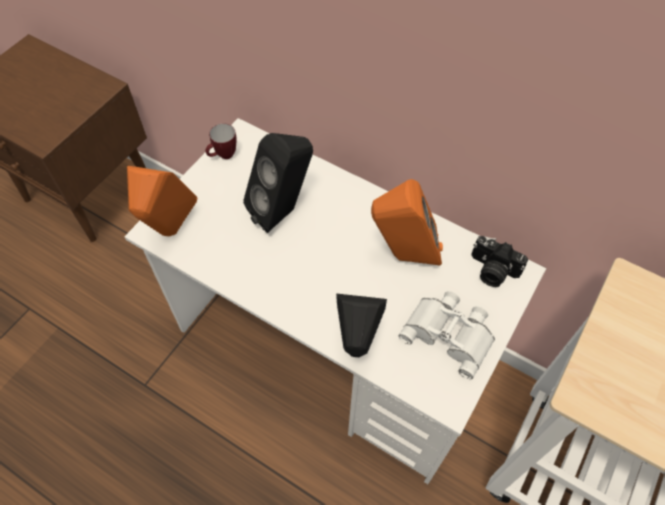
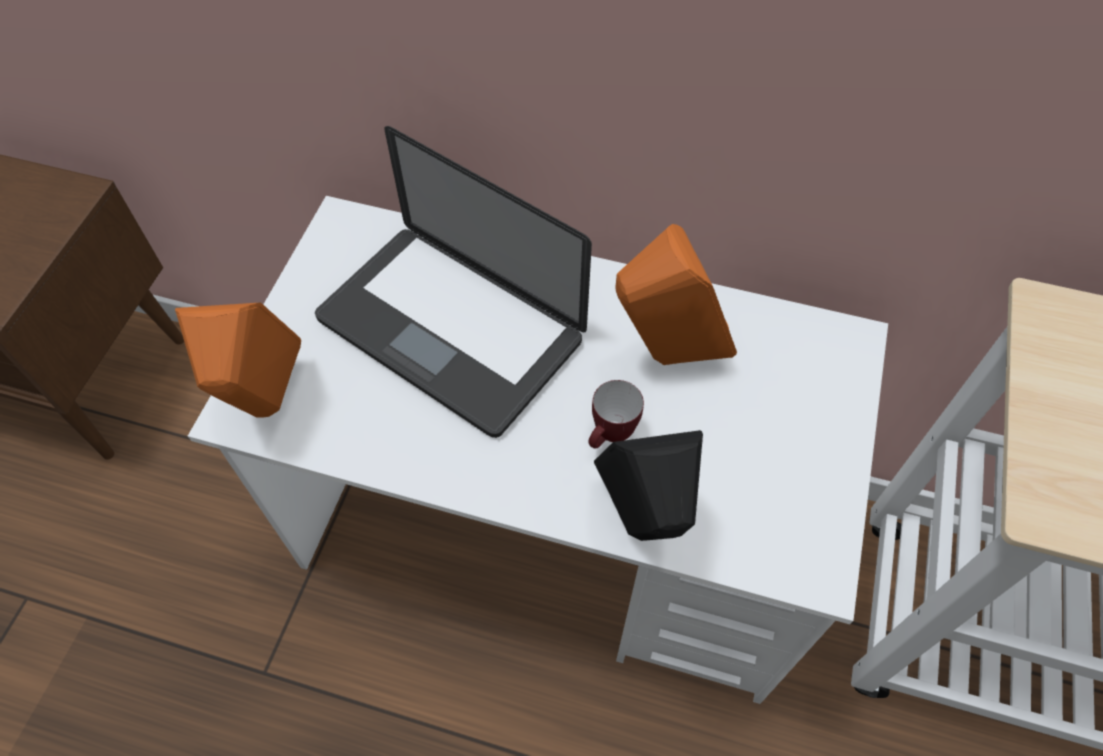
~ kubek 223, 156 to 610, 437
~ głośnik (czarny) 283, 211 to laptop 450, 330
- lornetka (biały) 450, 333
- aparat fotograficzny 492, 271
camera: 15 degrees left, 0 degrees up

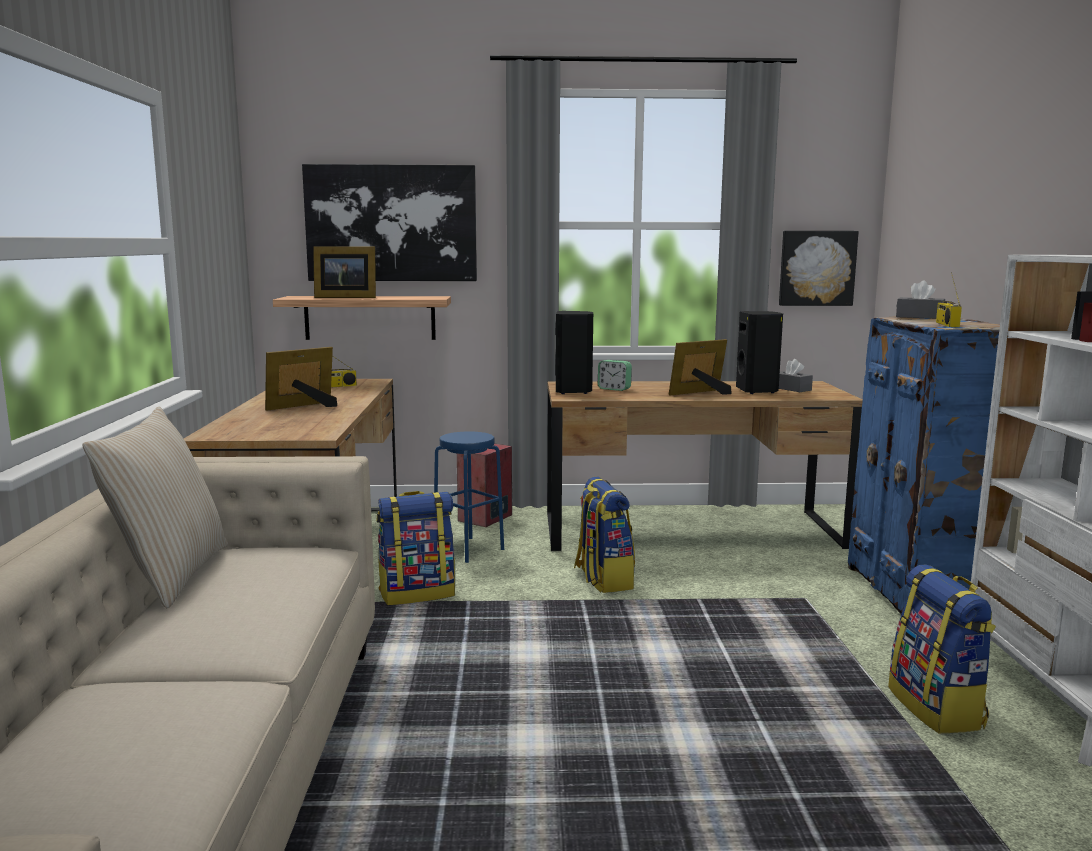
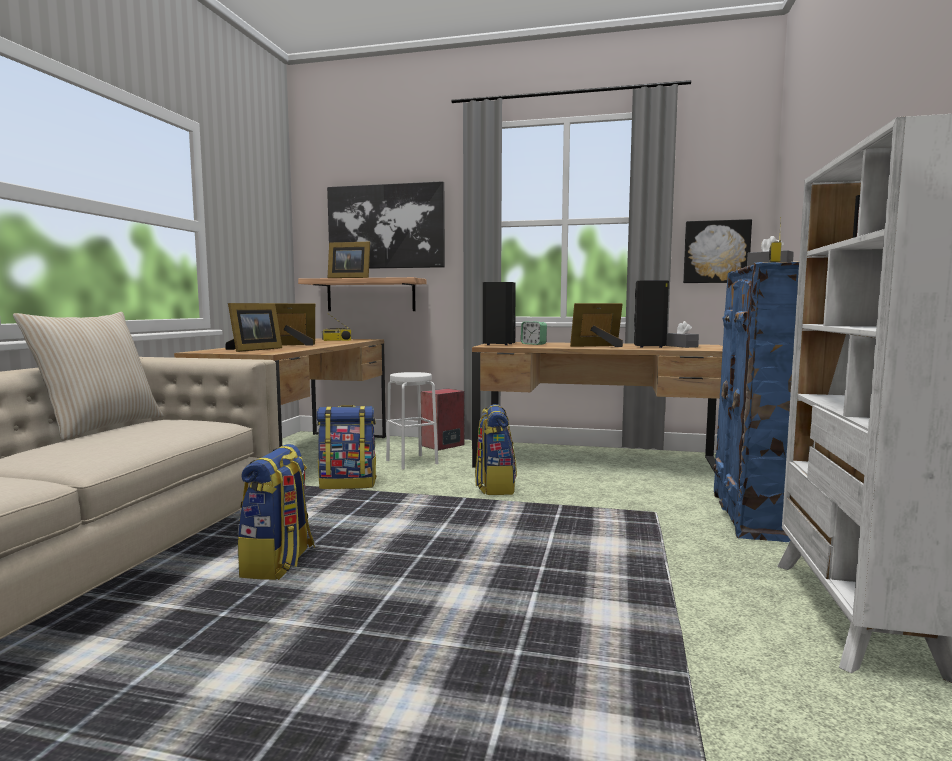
~ stołek (niebieski) 469, 549 to stołek (biały) 412, 462
~ plecak 937, 708 to 279, 563
+ ramka na zdjęcie 253, 349
camera: 15 degrees right, 5 degrees down

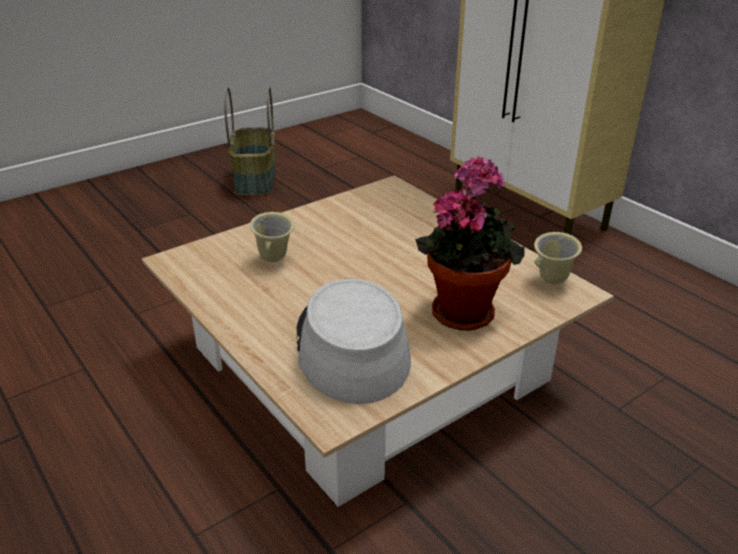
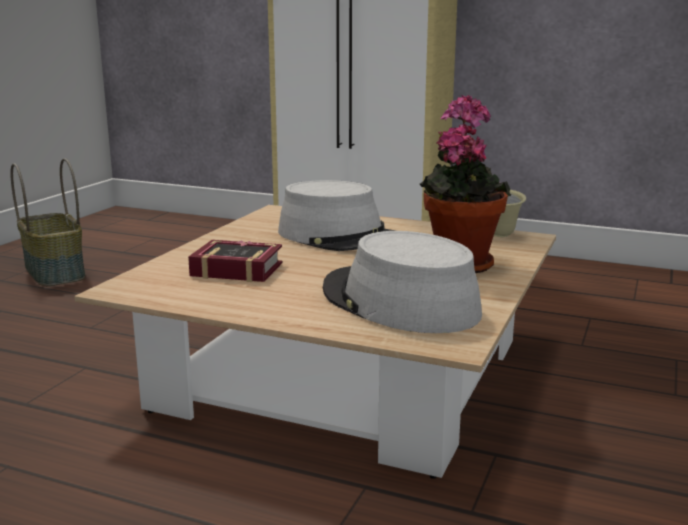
~ kubek (beżowy) 275, 260 to książka 234, 269
+ kapelusz (szary) 339, 236
camera: 30 degrees left, 15 degrees down

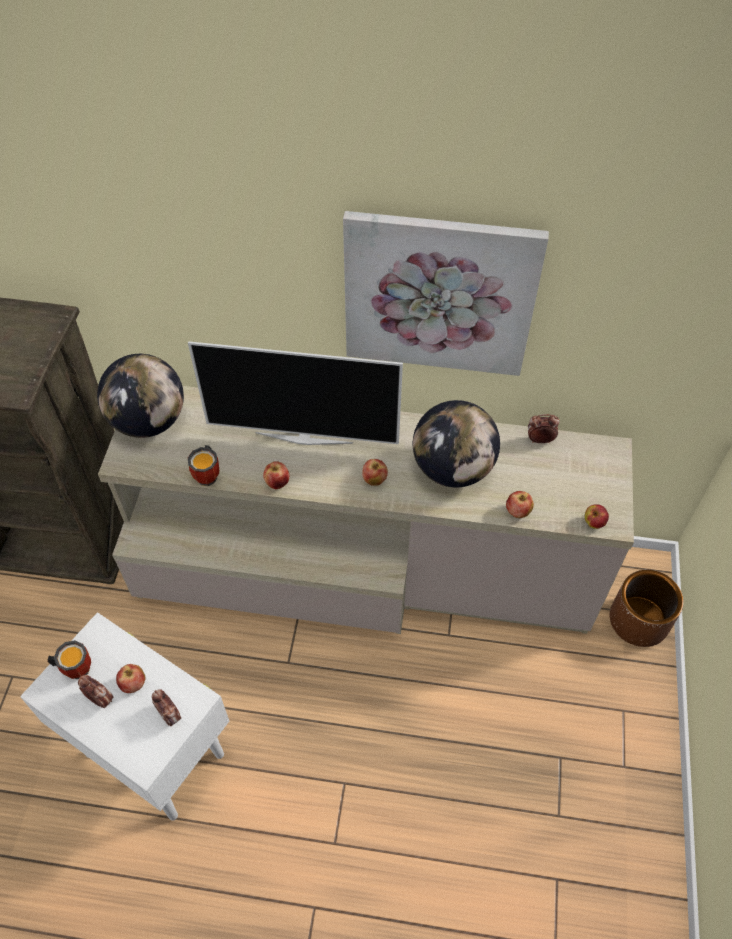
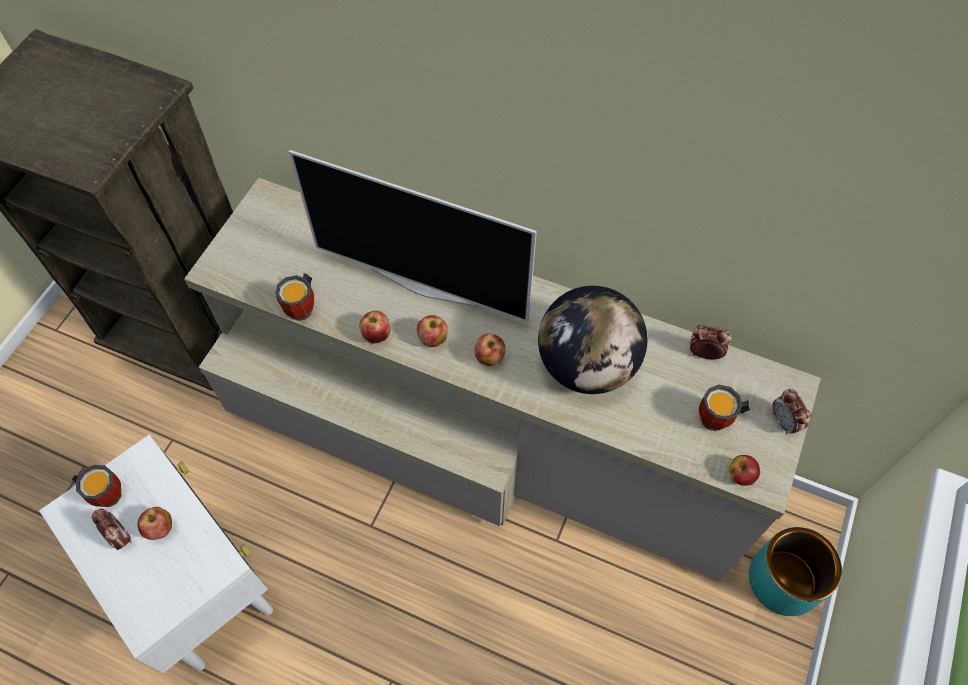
- globus 149, 421
~ budzik 170, 715 to 784, 422
- obraz 439, 293
~ jabłko 517, 512 to 433, 339
~ donica (brązowy) 639, 621 to donica (turkusowy) 784, 581
+ kubek 718, 420
camera: 15 degrees right, 5 degrees up

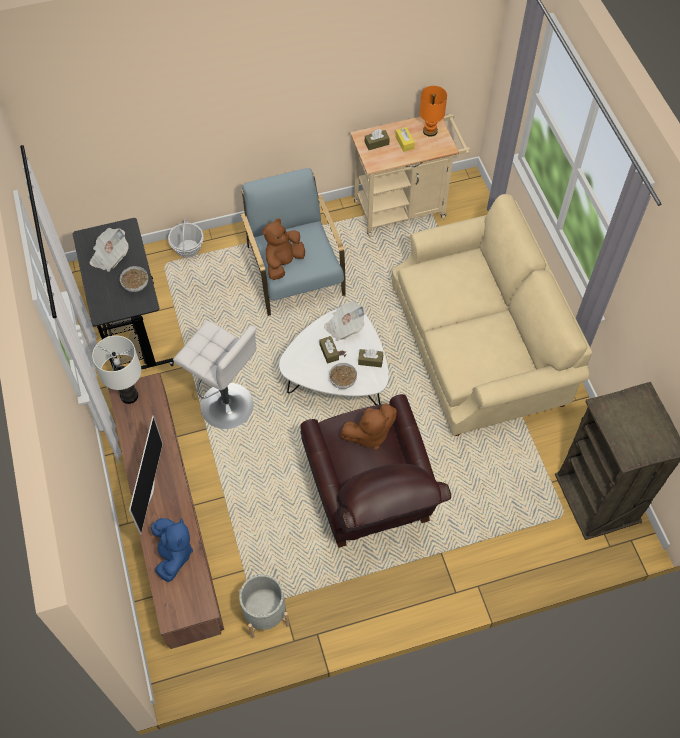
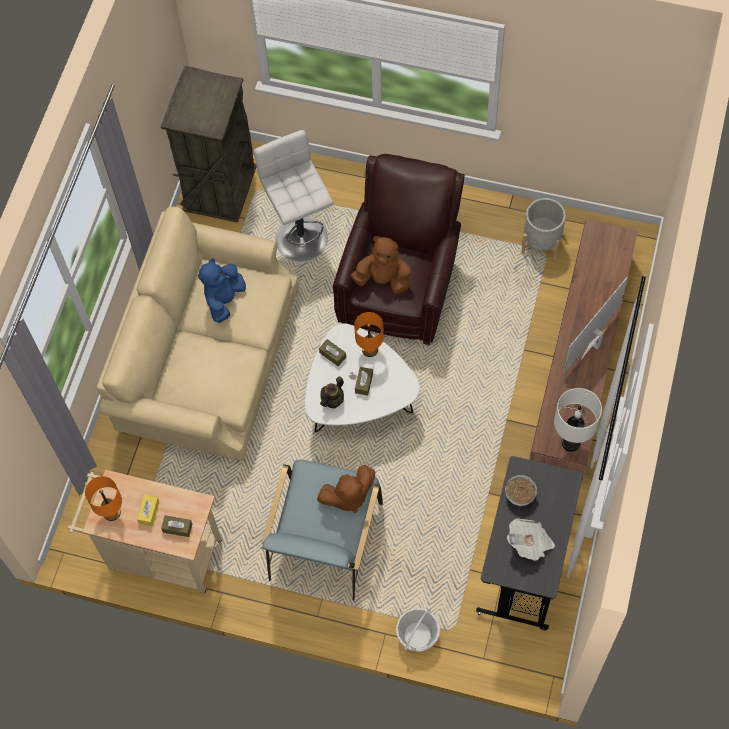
~ pluszak (niebieski) 173, 554 to 224, 299
~ stołek (biały) 227, 406 to 301, 238
~ gazeta 344, 327 to imbryk 333, 400
~ miska 343, 380 to lampa stołowa (pomarańczowy) 369, 349
camera: 145 degrees left, 5 degrees up

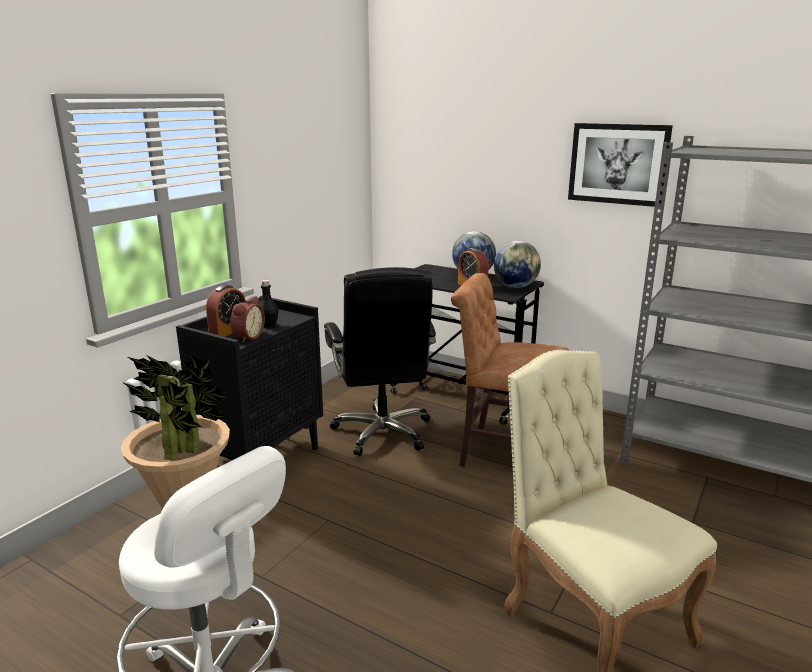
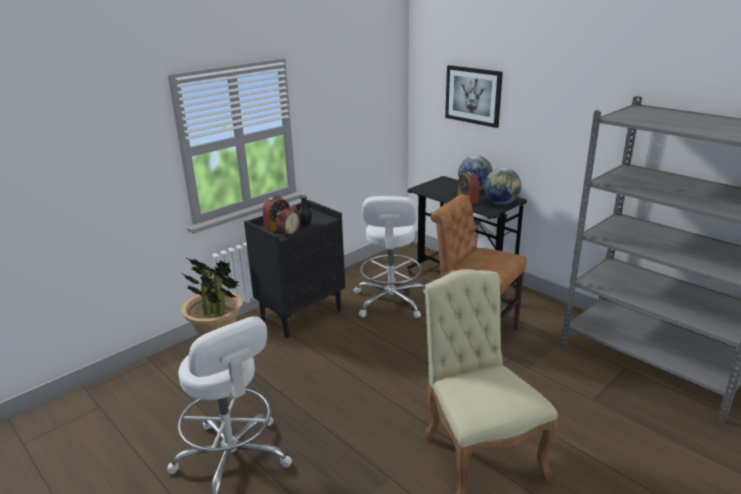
~ krzesło biurowe (czarny) 382, 430 to stołek (biały) 391, 302
~ obraz 618, 164 to 473, 95
camera: 15 degrees right, 5 degrees up

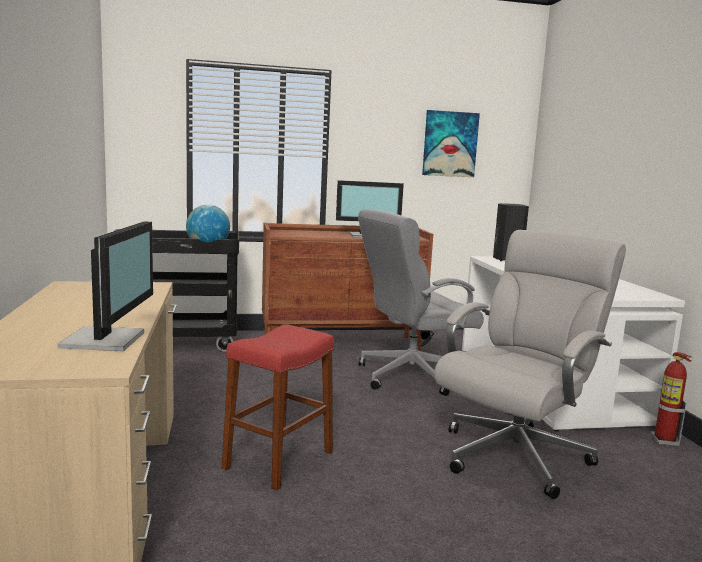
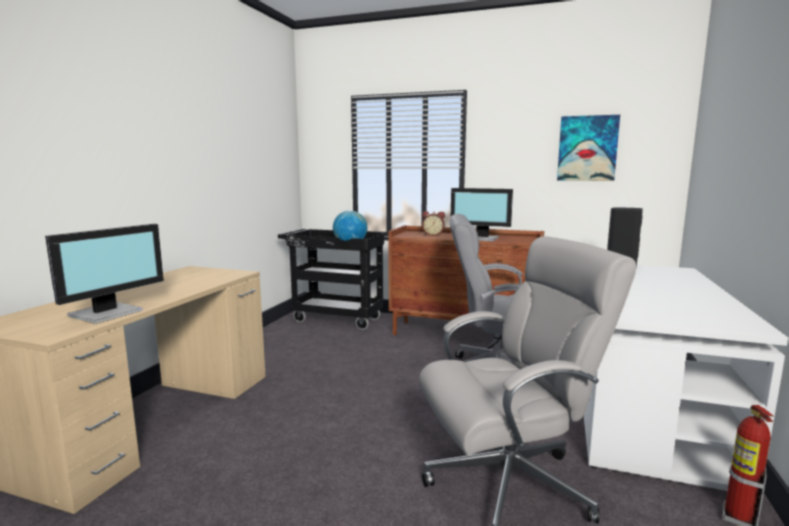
- stołek (czerwony) 279, 460
+ budzik 433, 235
camera: 30 degrees right, 0 degrees up

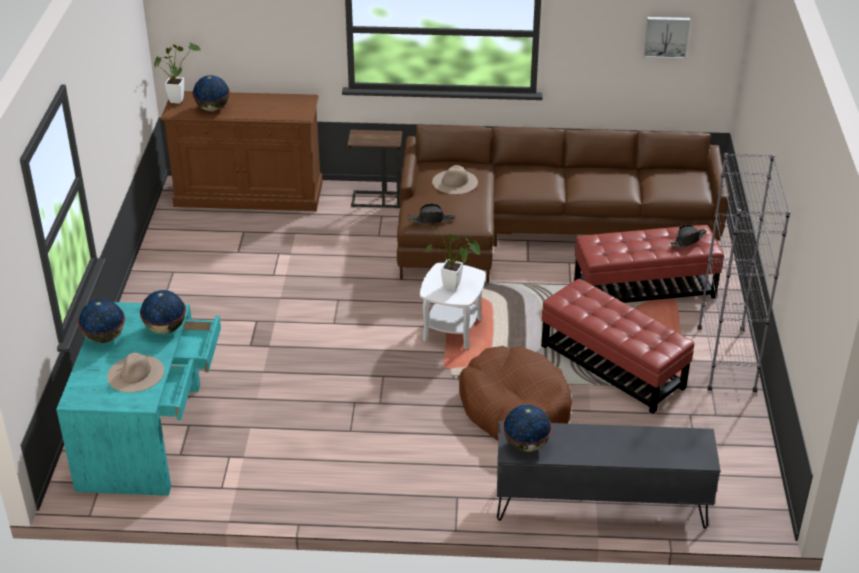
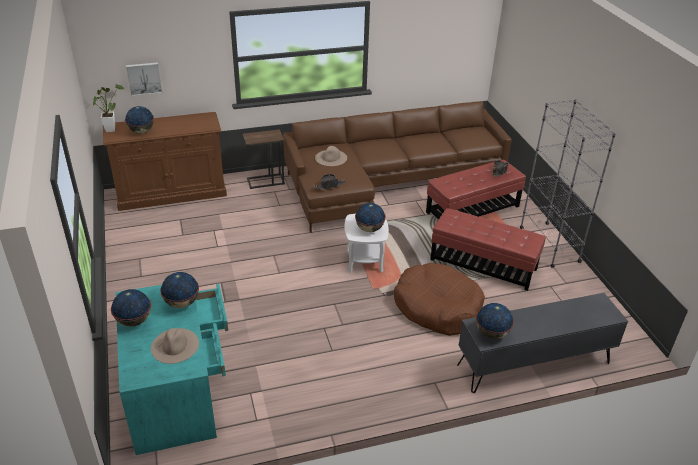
~ roślina doniczkowa 455, 287 to globus 369, 229
~ obraz 666, 36 to 144, 78
camera: 20 degrees left, 0 degrees up

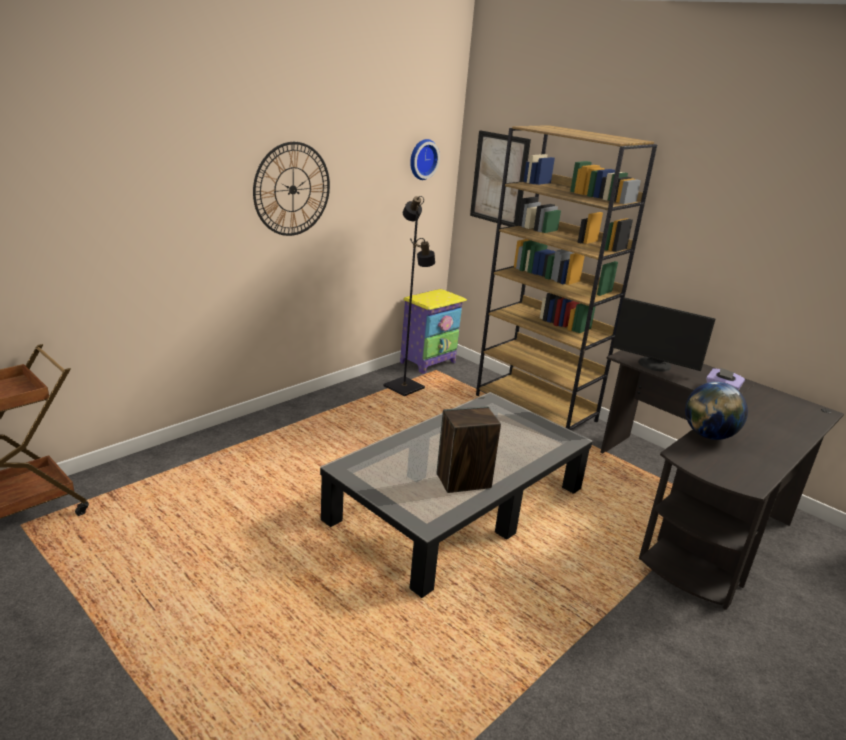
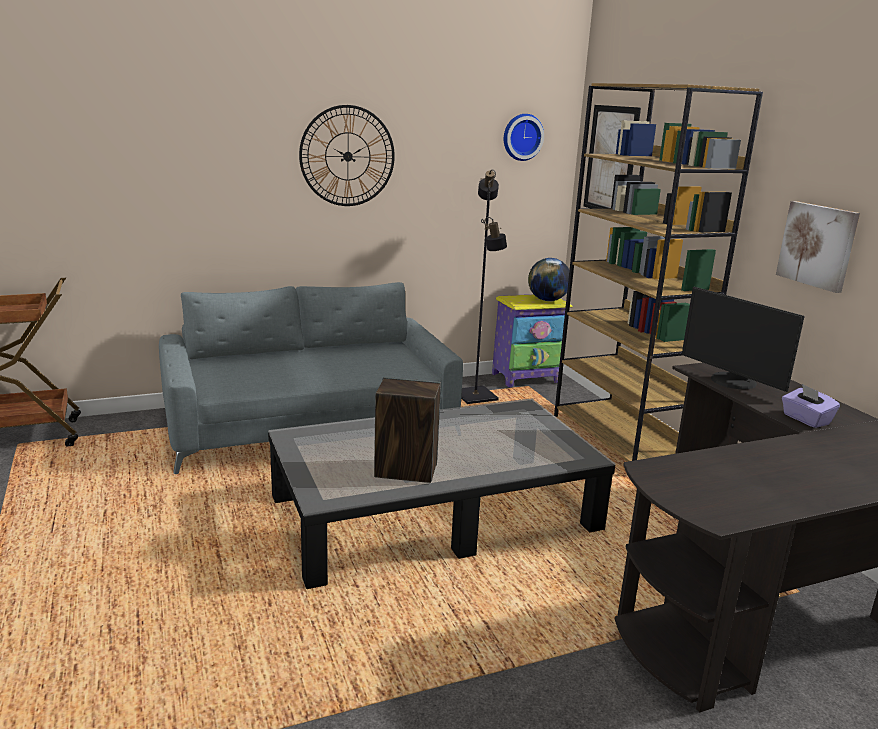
~ globus 708, 435 to 547, 300
+ kanapa (szary) 311, 423
+ obraz 817, 245
camera: 25 degrees right, 5 degrees down

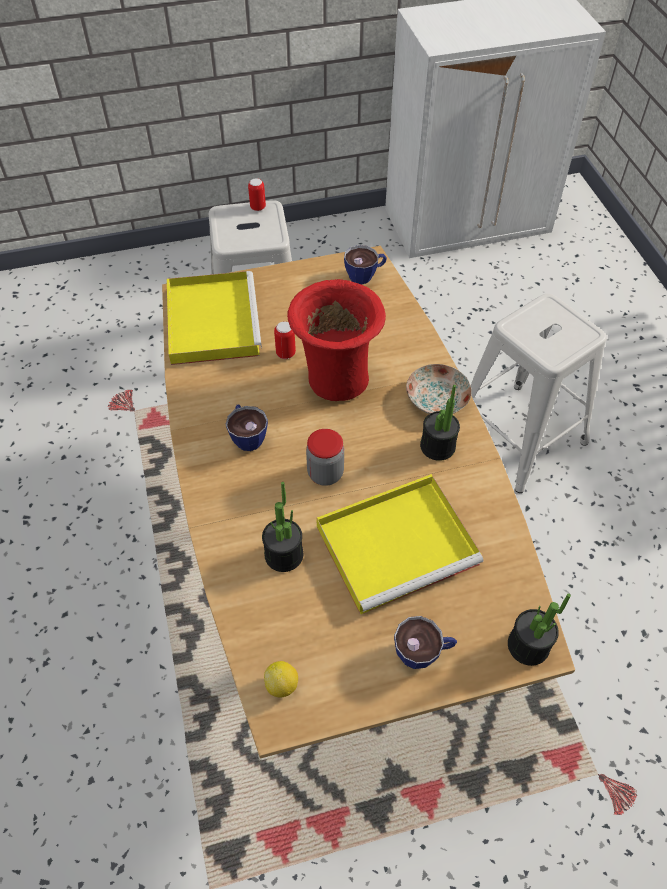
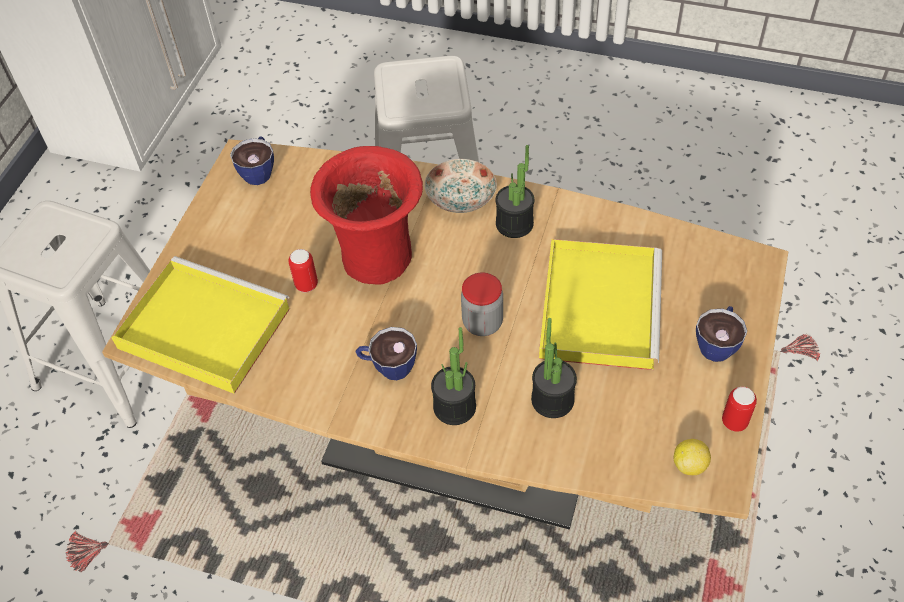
~ puszka 258, 207 to 734, 422
~ roślina doniczkowa 528, 646 to 454, 407
camera: 55 degrees left, 0 degrees up

